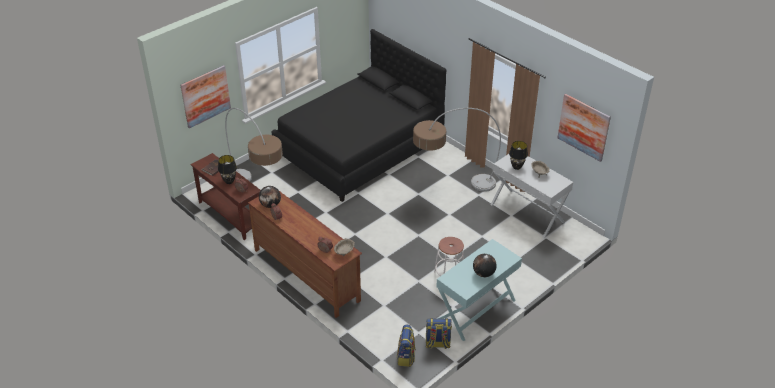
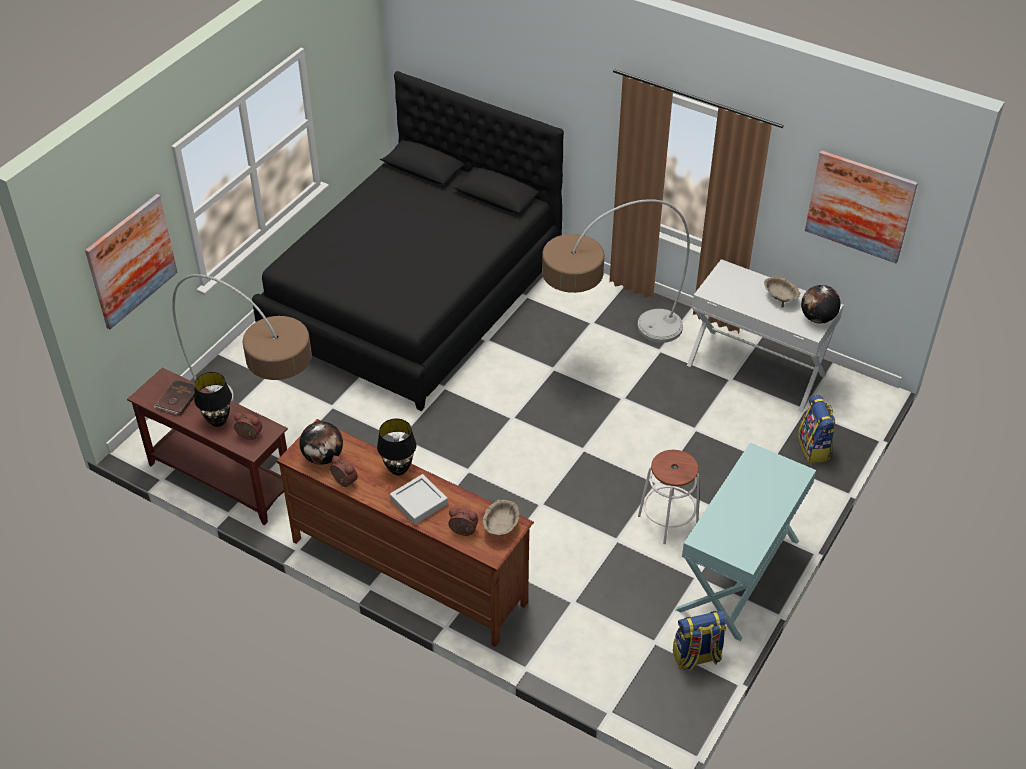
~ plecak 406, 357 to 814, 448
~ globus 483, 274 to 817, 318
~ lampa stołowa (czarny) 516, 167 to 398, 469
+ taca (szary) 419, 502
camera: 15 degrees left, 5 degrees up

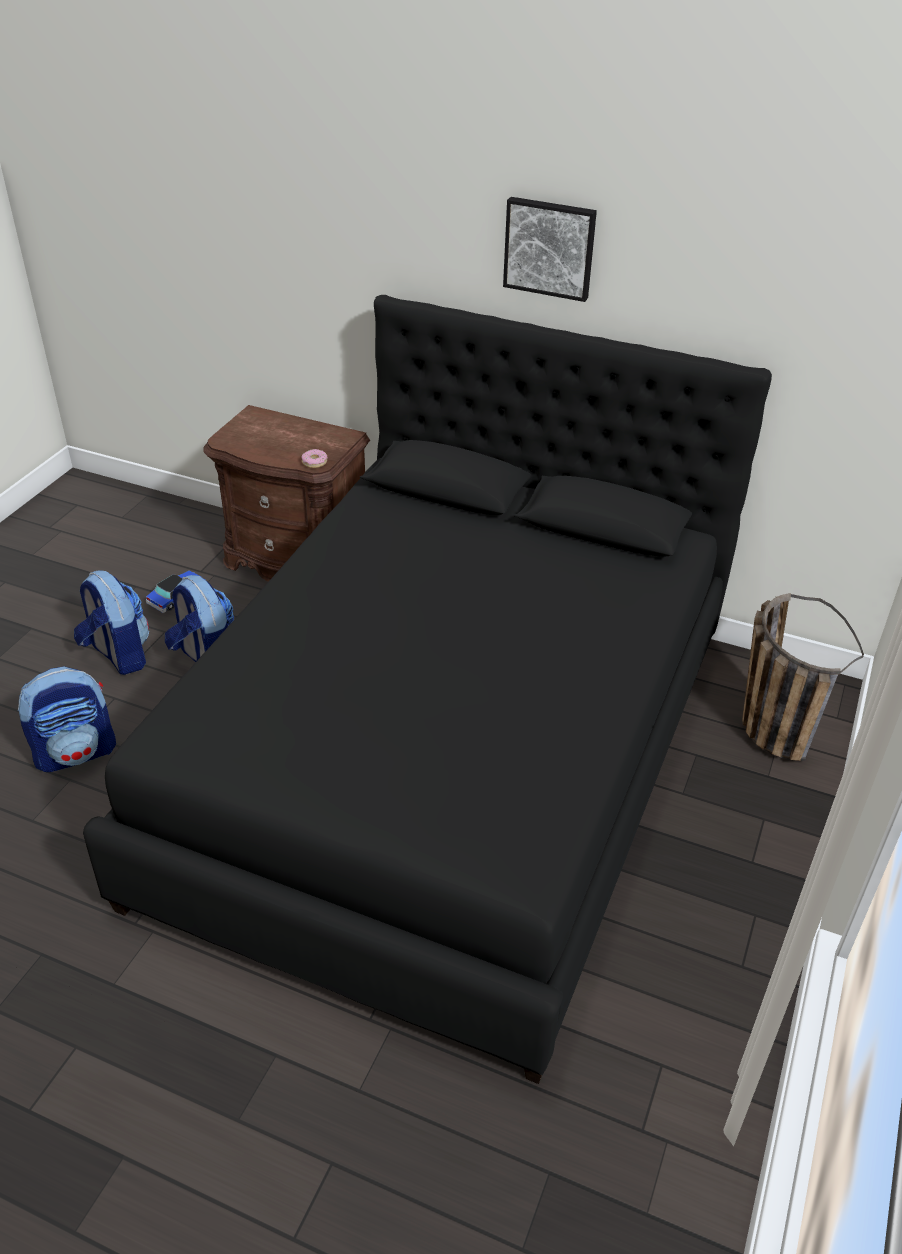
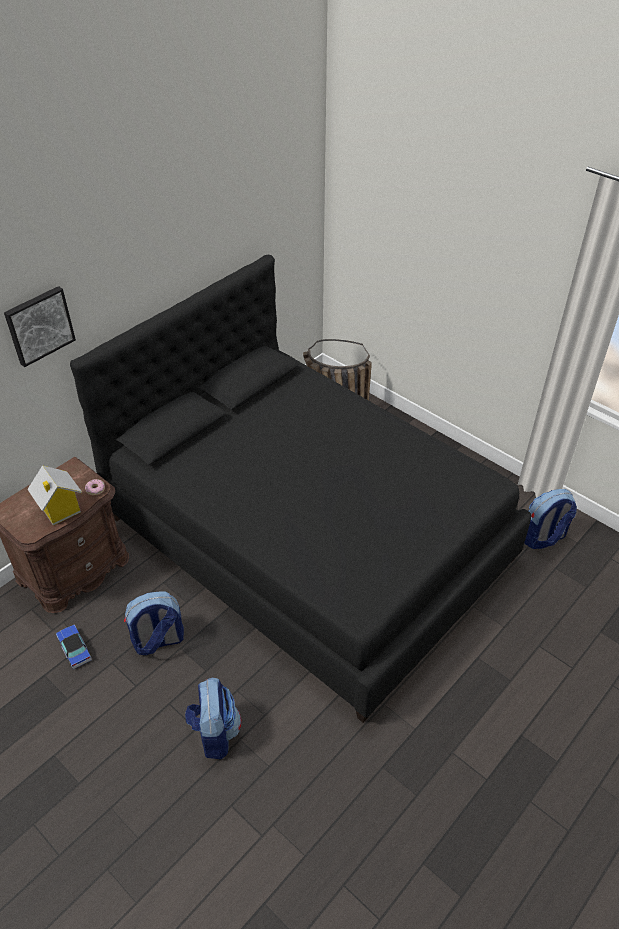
~ plecak 118, 655 to 543, 538
~ obraz 550, 248 to 39, 325
+ domek 60, 509
camera: 70 degrees left, 5 degrees up

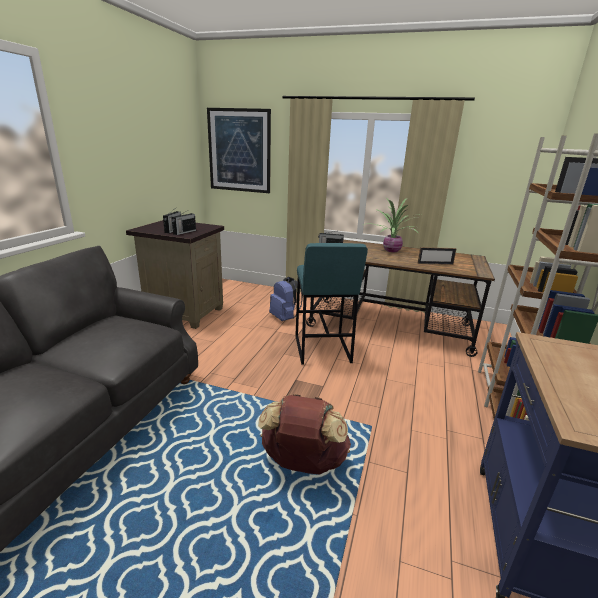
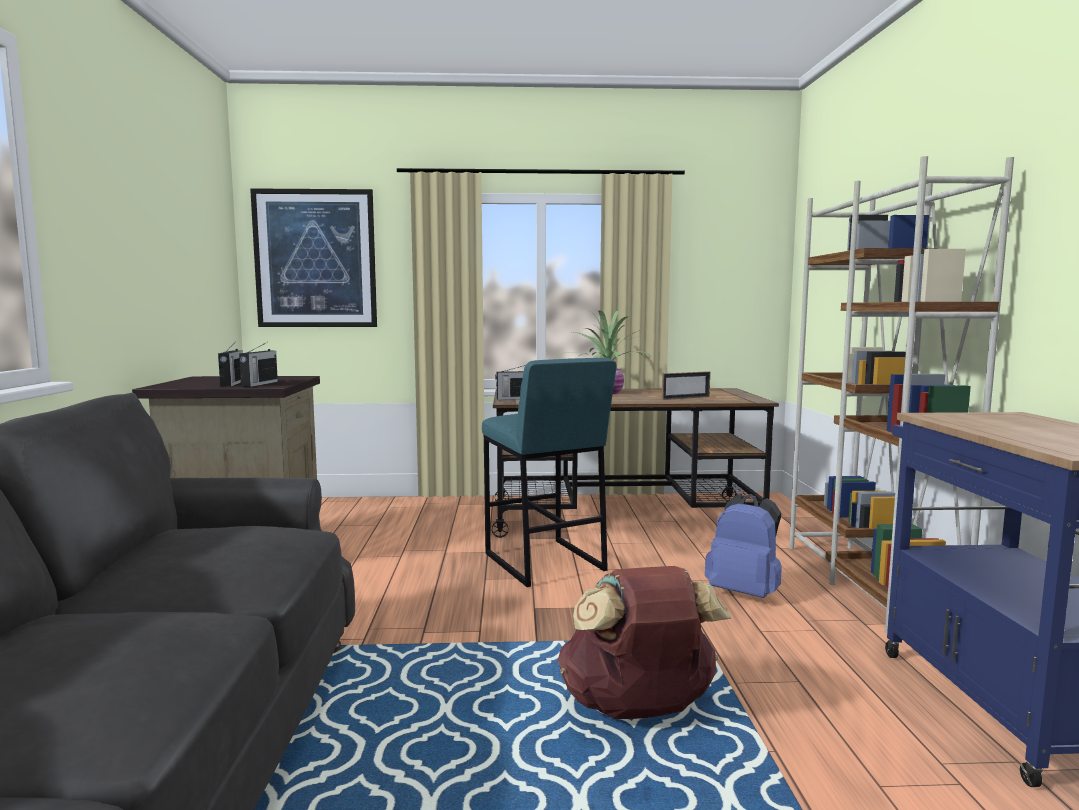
~ plecak (niebieski) 285, 318 to 745, 592
camera: 20 degrees left, 15 degrees down

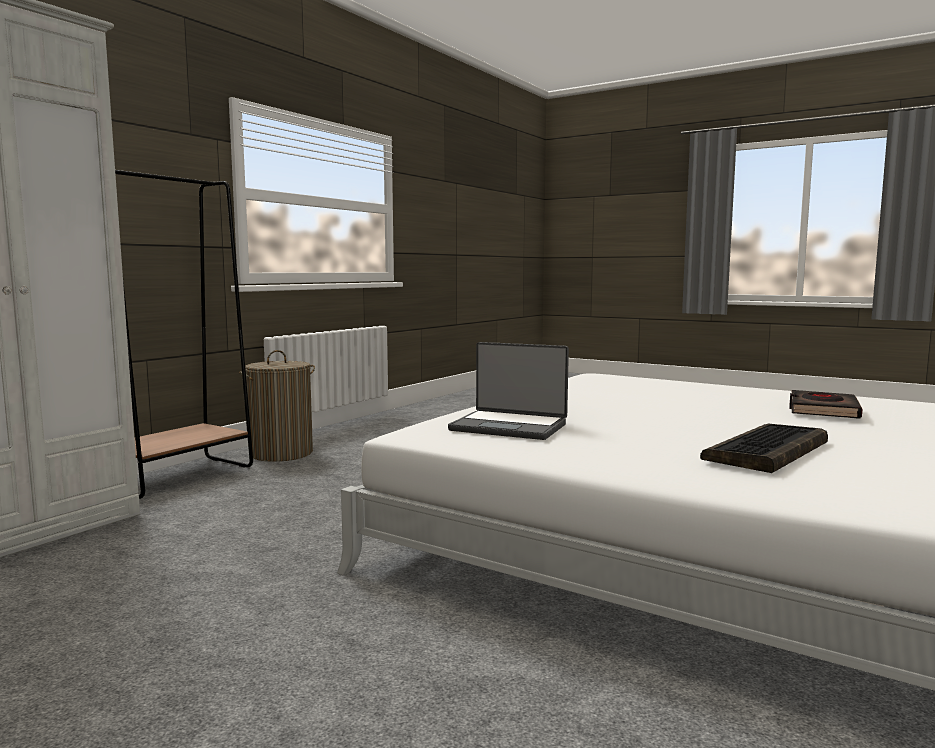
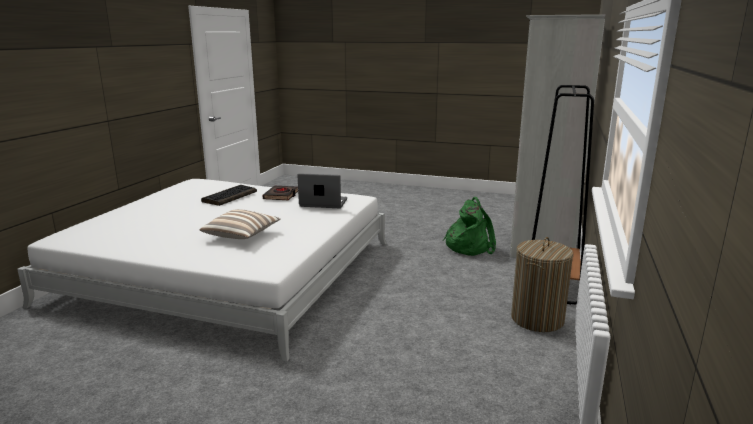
~ książka (czarny) 822, 410 to 281, 195
+ poduszka 242, 235
+ plecak (zielony) 469, 247
camera: 165 degrees right, 10 degrees up

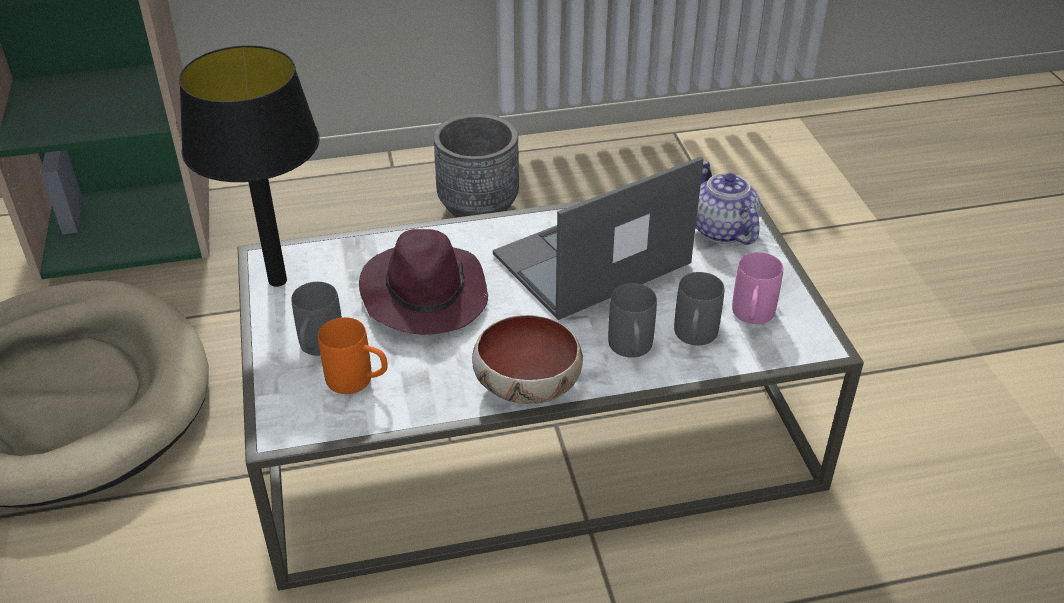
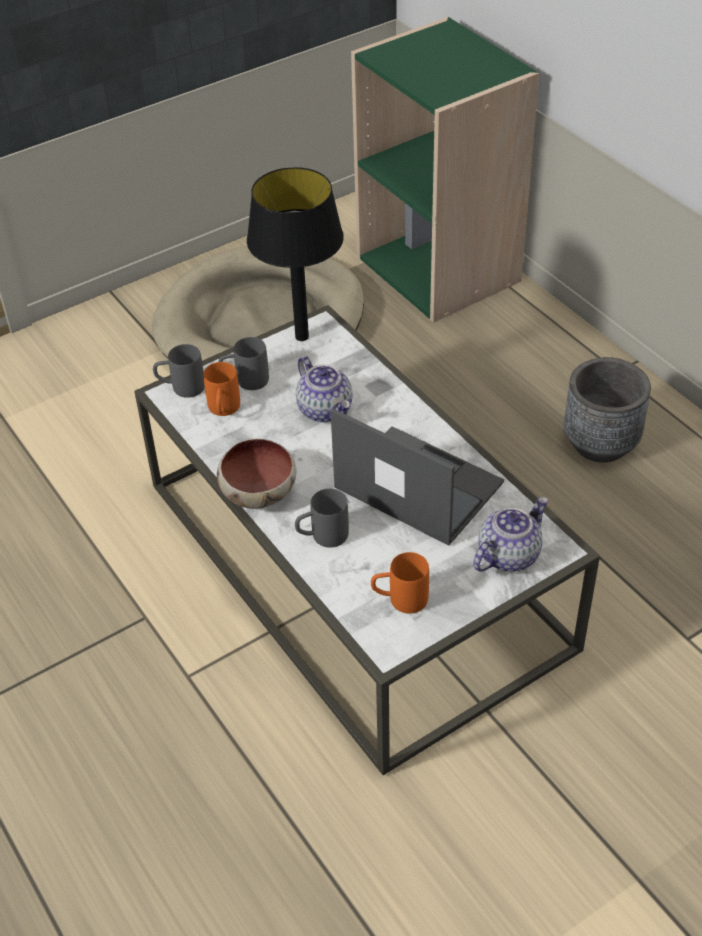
~ kapelusz (fioletowy) 424, 294 to imbryk 326, 410
~ kubek (szary) 694, 338 to 181, 388
~ kubek (różowy) 752, 317 to kubek (pomarańczowy) 399, 600
camera: 70 degrees right, 5 degrees up

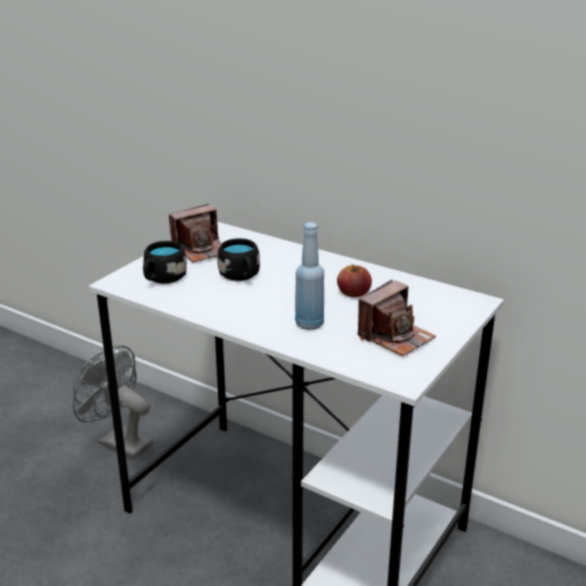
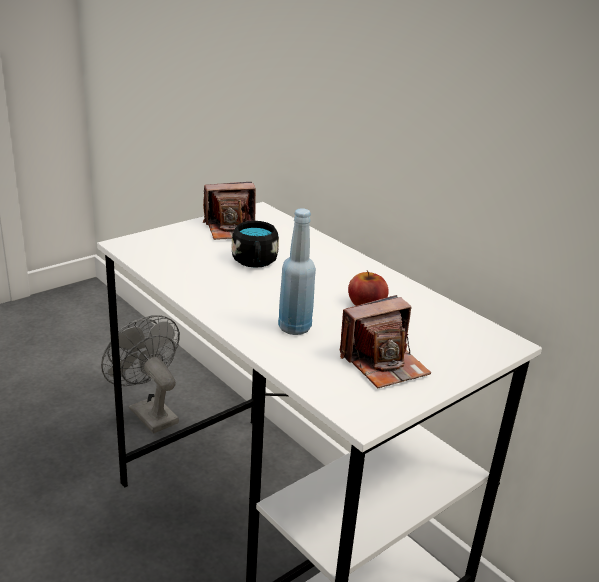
- kubek (czarny) 162, 279
camera: 15 degrees right, 0 degrees up

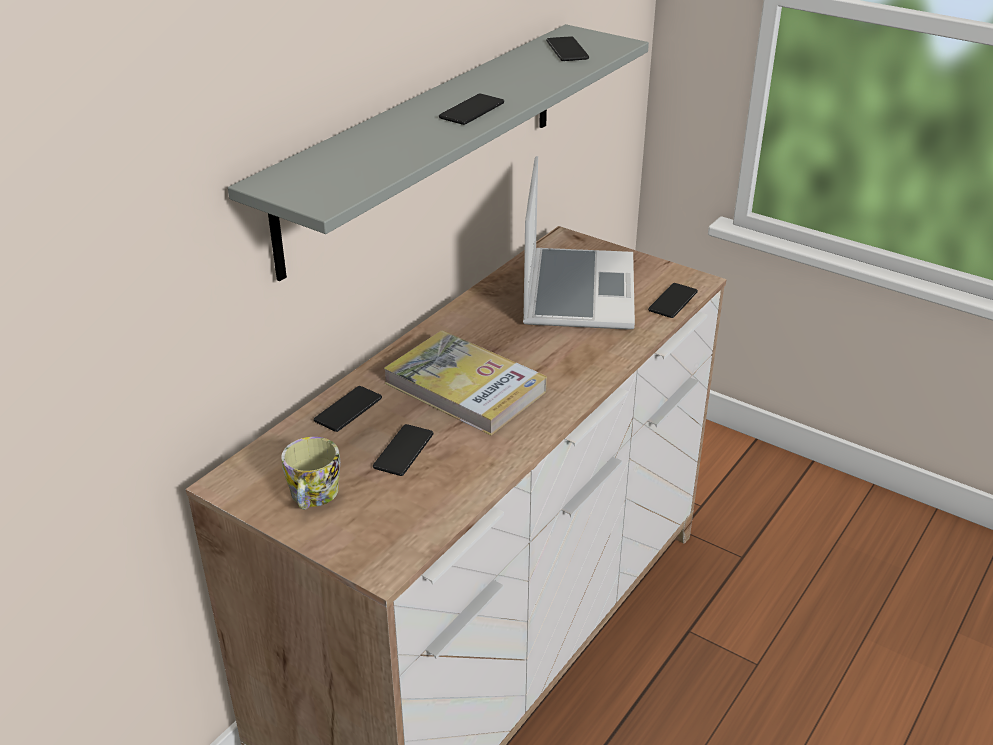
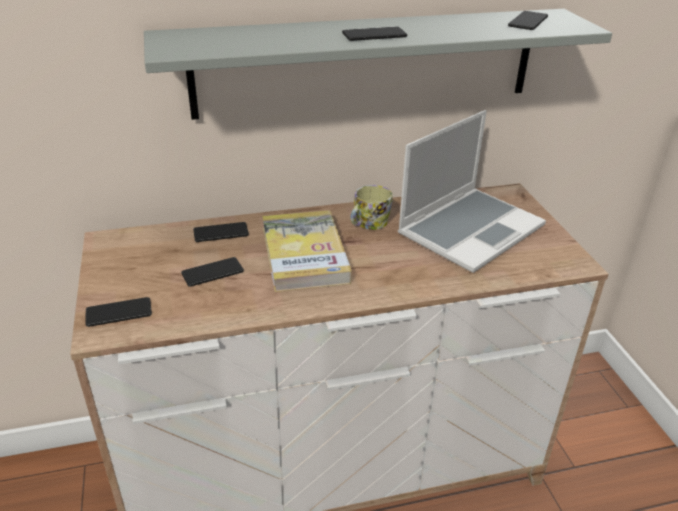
~ kubek 312, 497 to 368, 224
~ telefon 673, 301 to 119, 313
camera: 40 degrees right, 0 degrees up

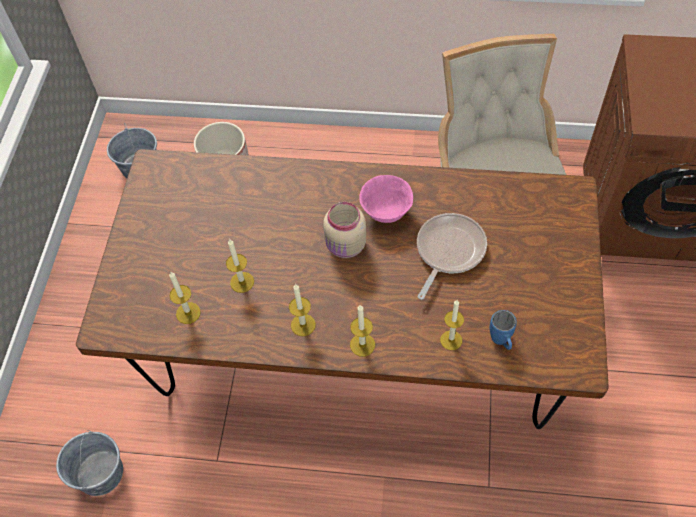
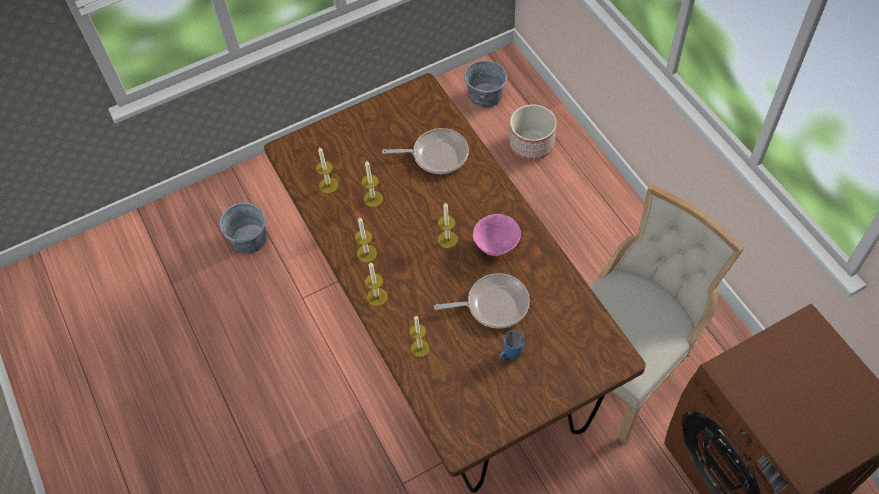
~ słoik (beżowy) 346, 246 to świeca 447, 239
~ kubek (niebieski) 501, 342 to 509, 356
+ patelnia 436, 155
camera: 55 degrees right, 0 degrees up

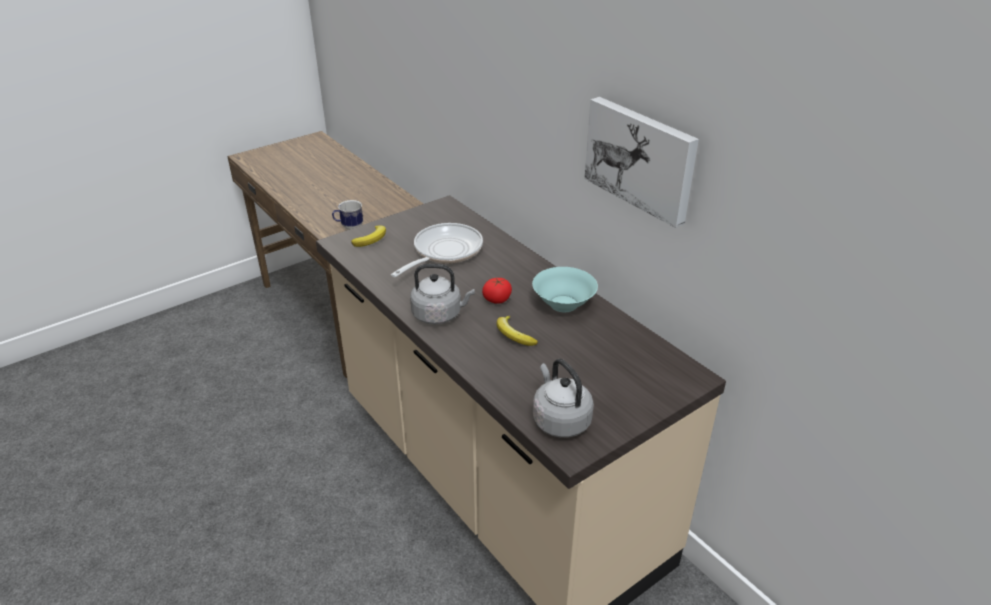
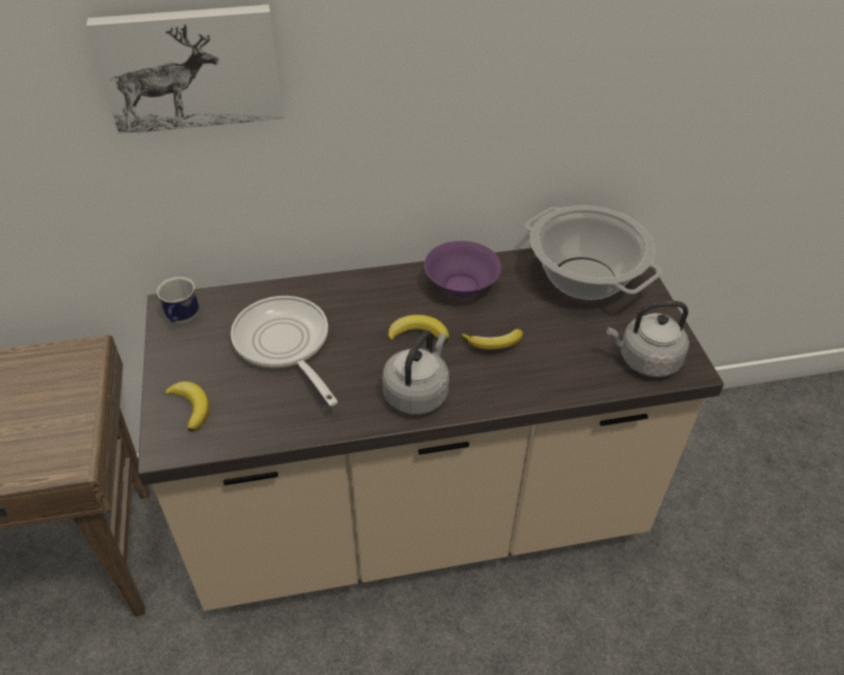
~ kubek 349, 227 to 182, 320
~ pomidor 497, 299 to banan 418, 333
~ miska (turkusowy) 563, 303 to miska (fioletowy) 460, 286
~ obraz 641, 159 to 191, 67
+ garnek 583, 279
camera: 65 degrees left, 10 degrees up

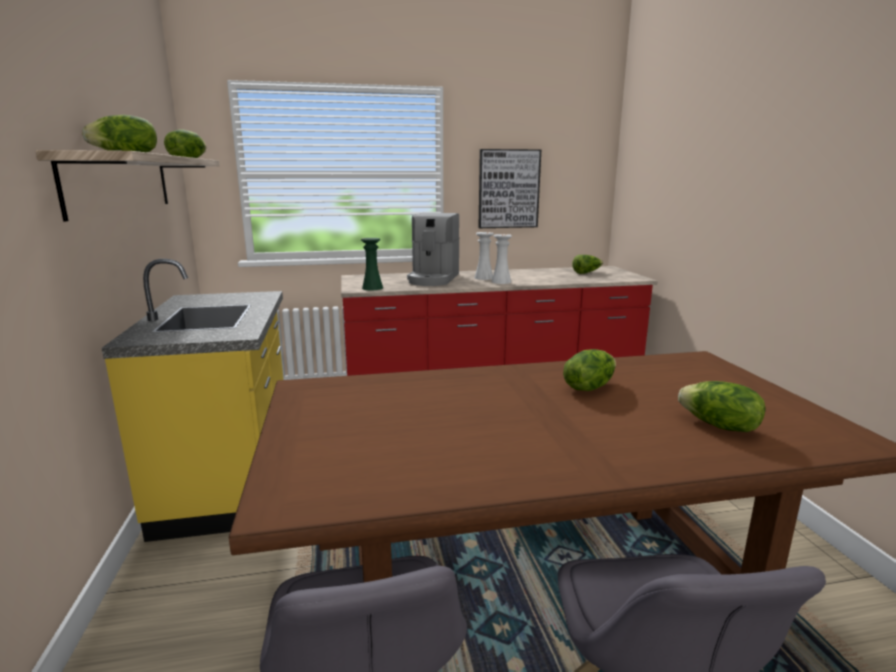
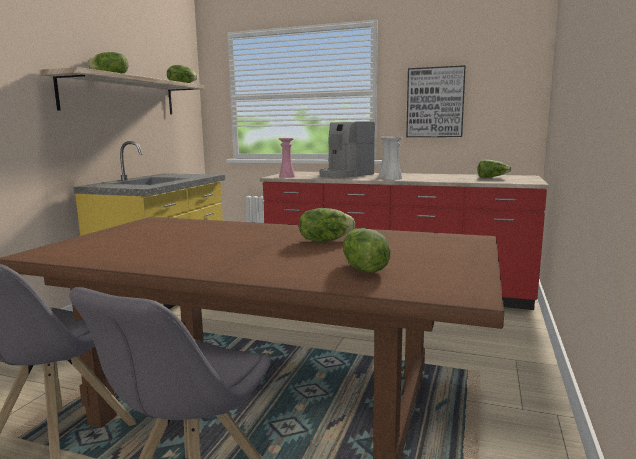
~ wazon (zielony) 372, 288 to wazon (różowy) 287, 177
camera: 30 degrees right, 5 degrees down

